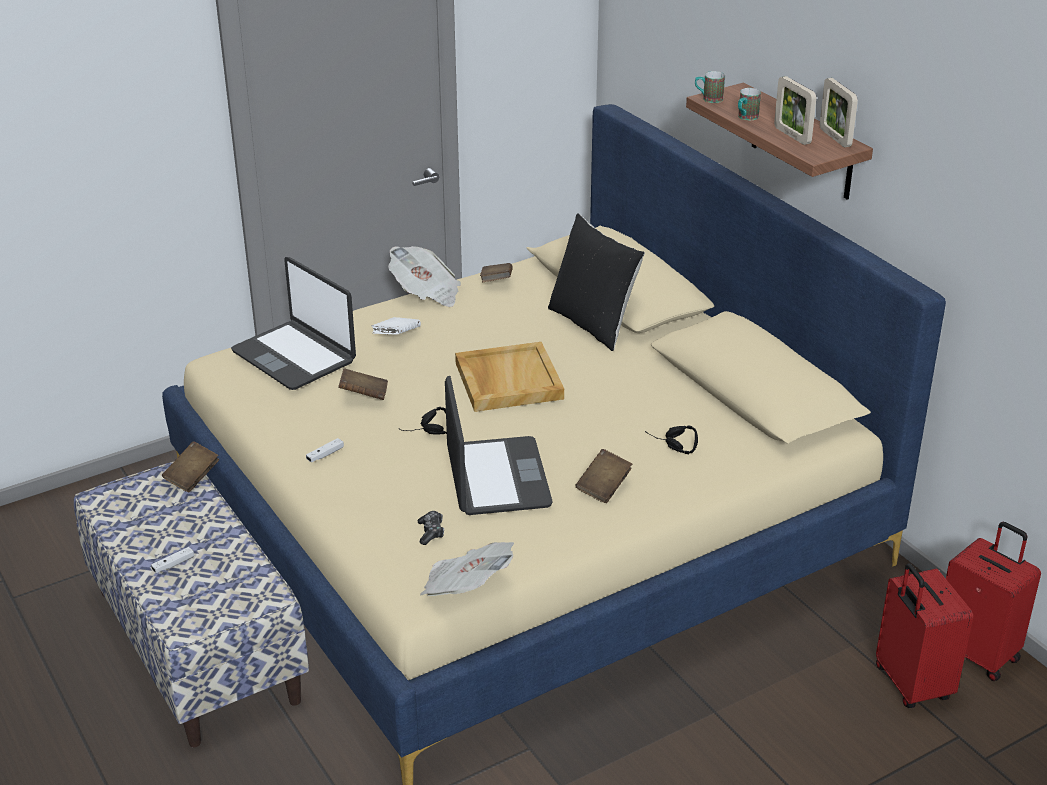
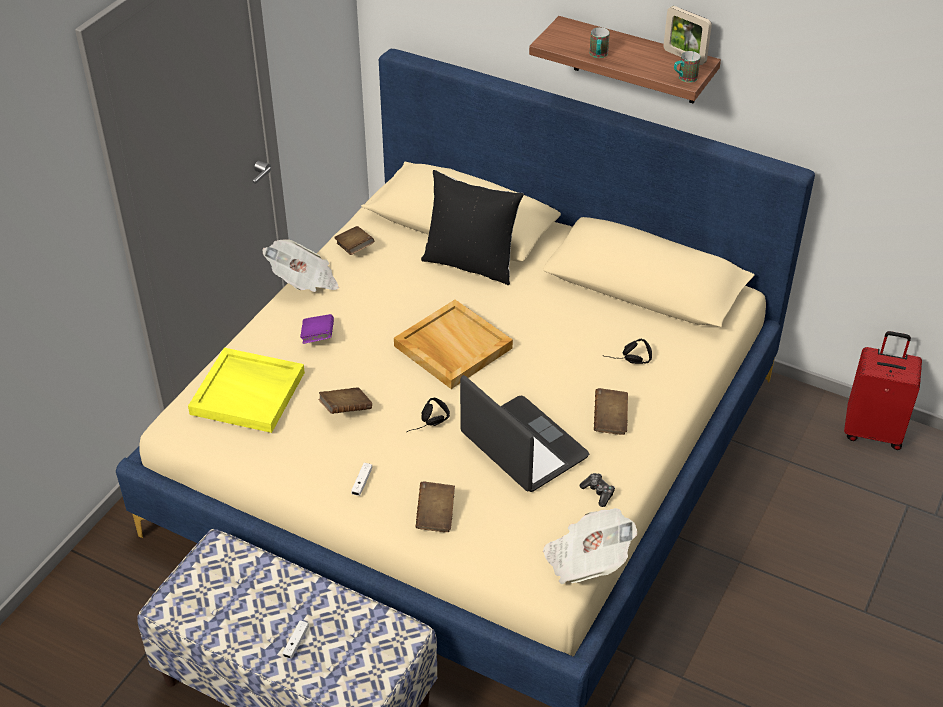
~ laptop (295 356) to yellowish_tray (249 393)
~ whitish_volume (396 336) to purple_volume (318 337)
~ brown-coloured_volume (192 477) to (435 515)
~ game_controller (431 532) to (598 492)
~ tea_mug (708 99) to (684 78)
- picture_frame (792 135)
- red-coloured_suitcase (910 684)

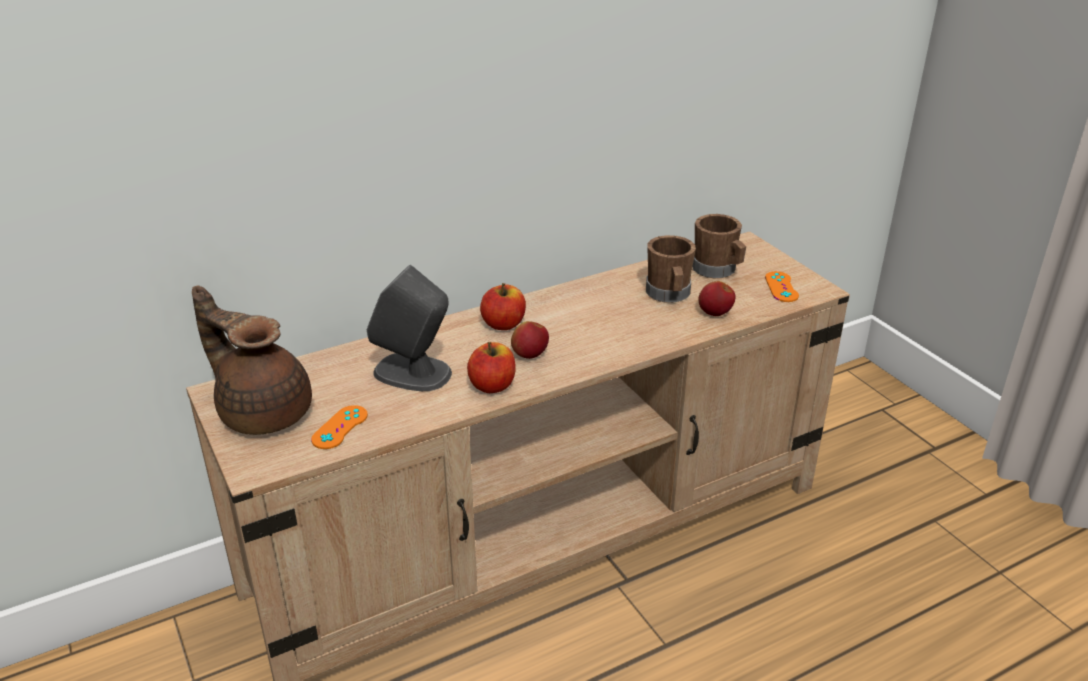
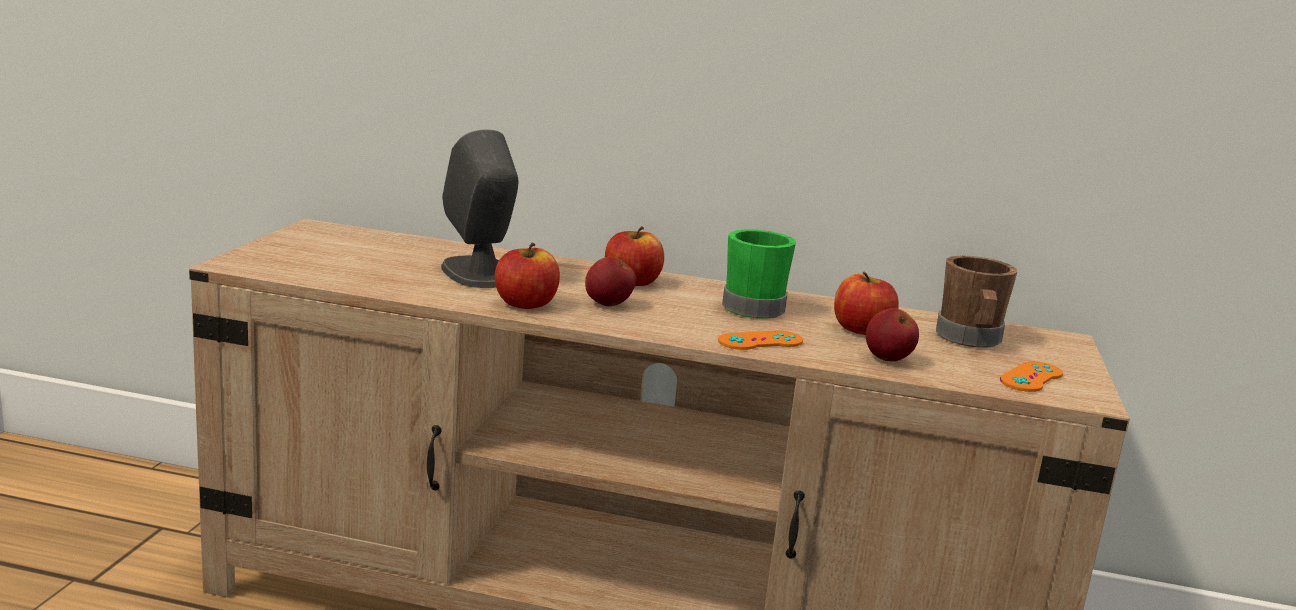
~ orange-coloured_game_controller (340 427) to (760 341)
+ greenish_tea_mug (752 306)
~ brown-coloured_tea_mug (669 294) to apple (862 330)
- brown-coloured_teapot (263 411)

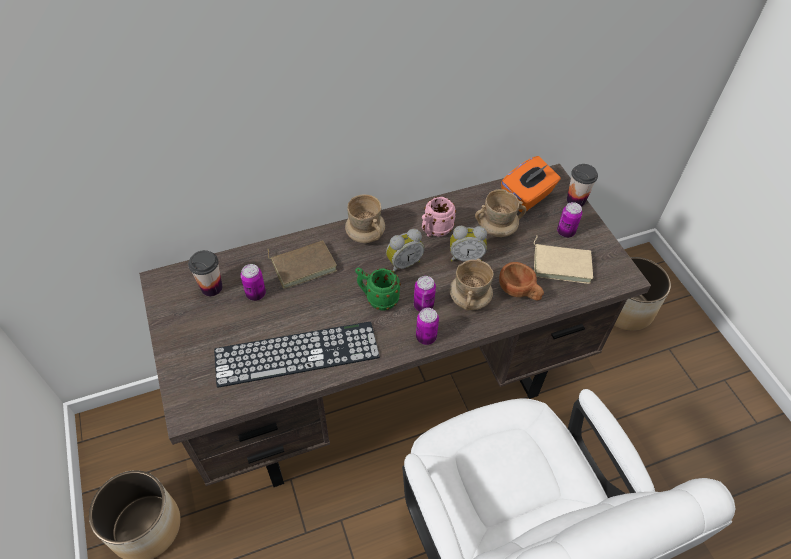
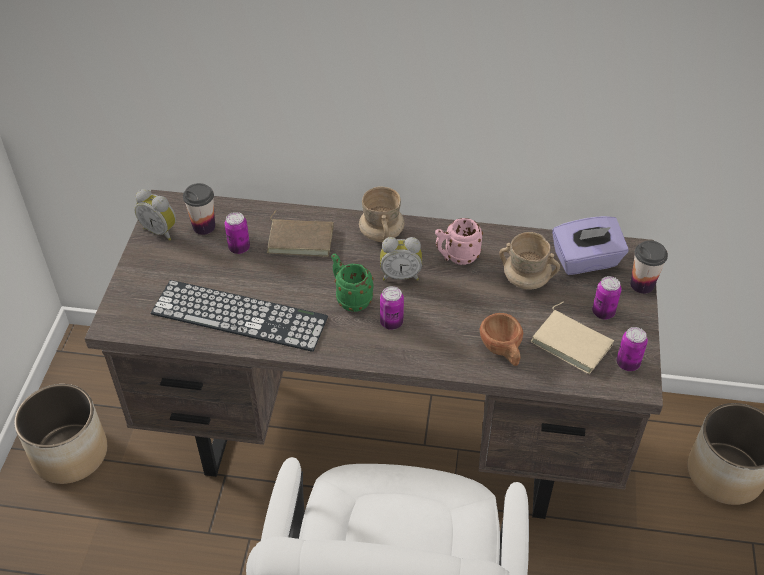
~ bedside_clock (465 257) to (161 230)
~ orange-coloured_tissue_holder (527 197) to purple_tissue_holder (586 261)
~ metal_can (426 337) to (627 363)
- sand-coloured_tea_mug (469 299)

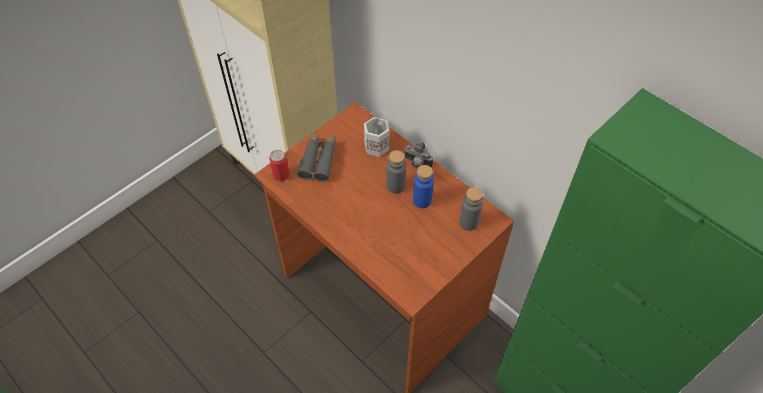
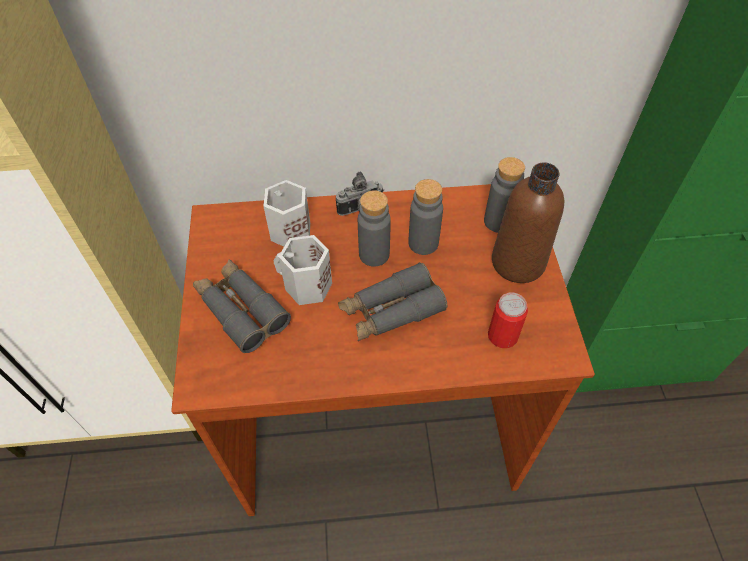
+ whitish_tea_mug (306 287)
+ grey_pair_of_binoculars (391 311)
~ blue-coloured_drink_bottle (422 200) to grey_drink_bottle (423 243)
~ metal_can (281 175) to (502 336)
+ brown-coloured_drink_bottle (518 262)

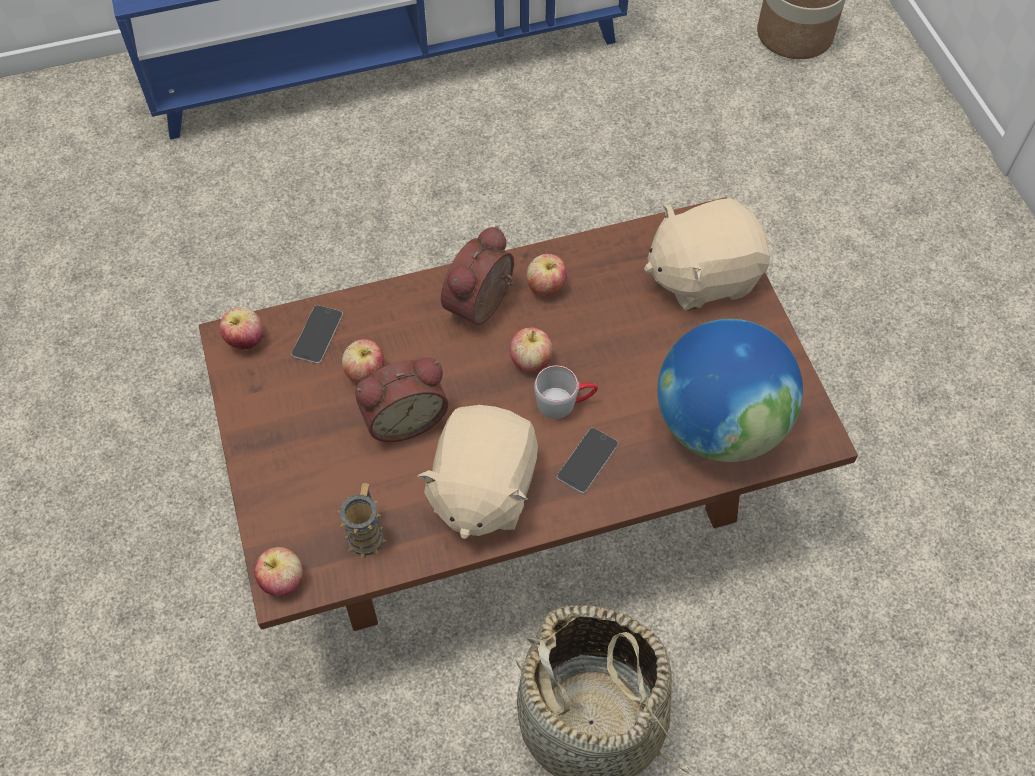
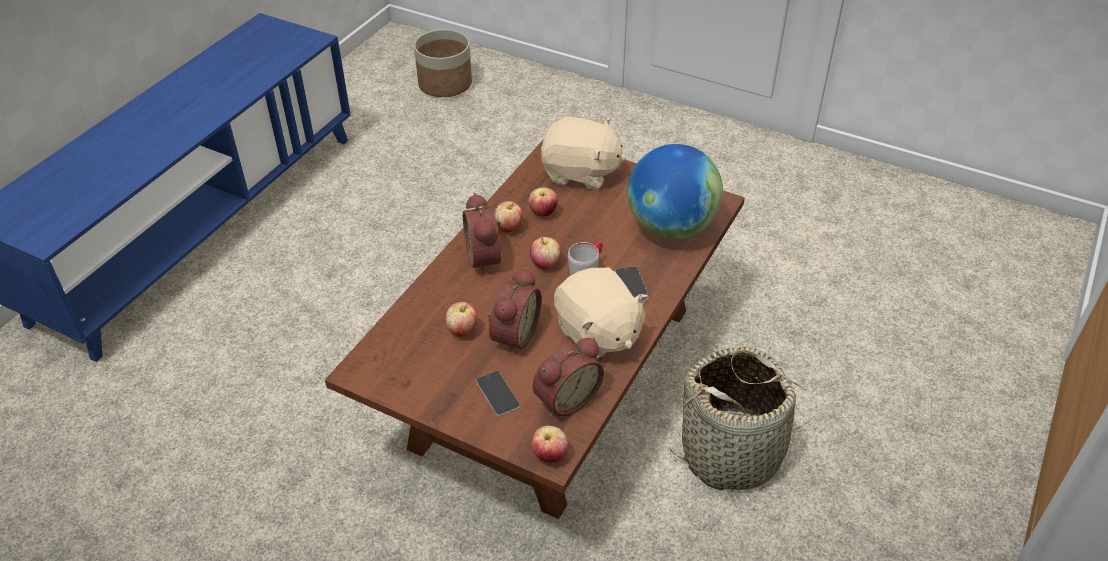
~ handset (317 334) to (497 393)
~ apple (245 340) to (543 213)
~ tea_mug (367 533) to bedside_clock (565 398)
~ sand-coloured_soft_toy (702 275) = (580 173) 105 degrees counterclockwise

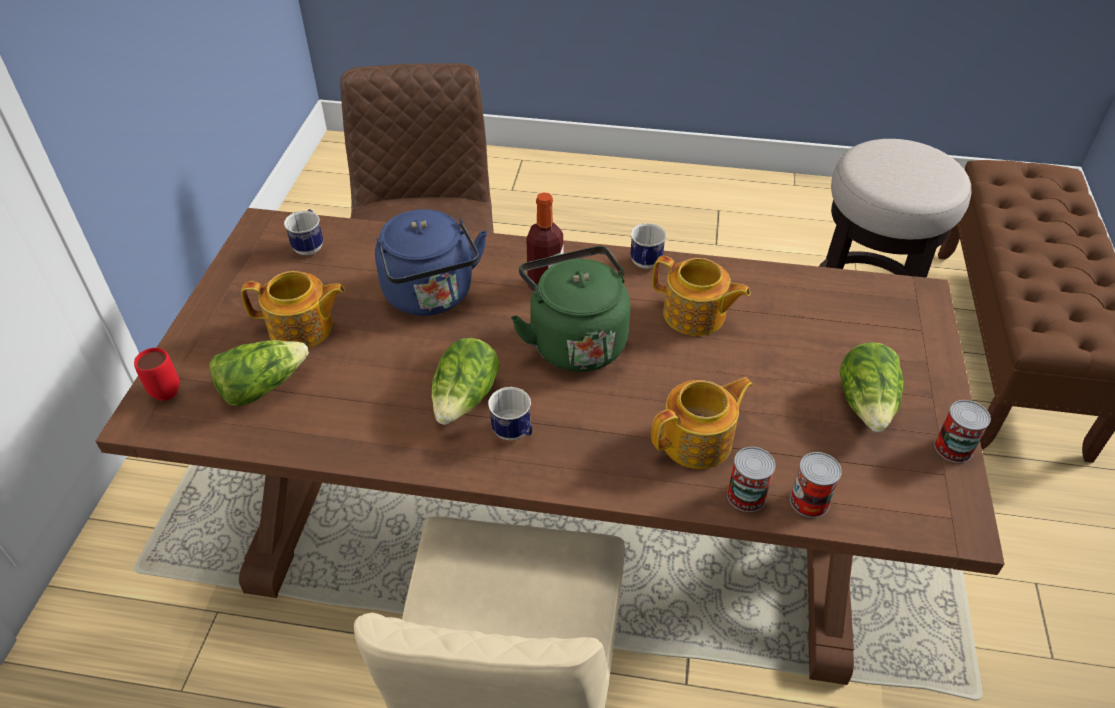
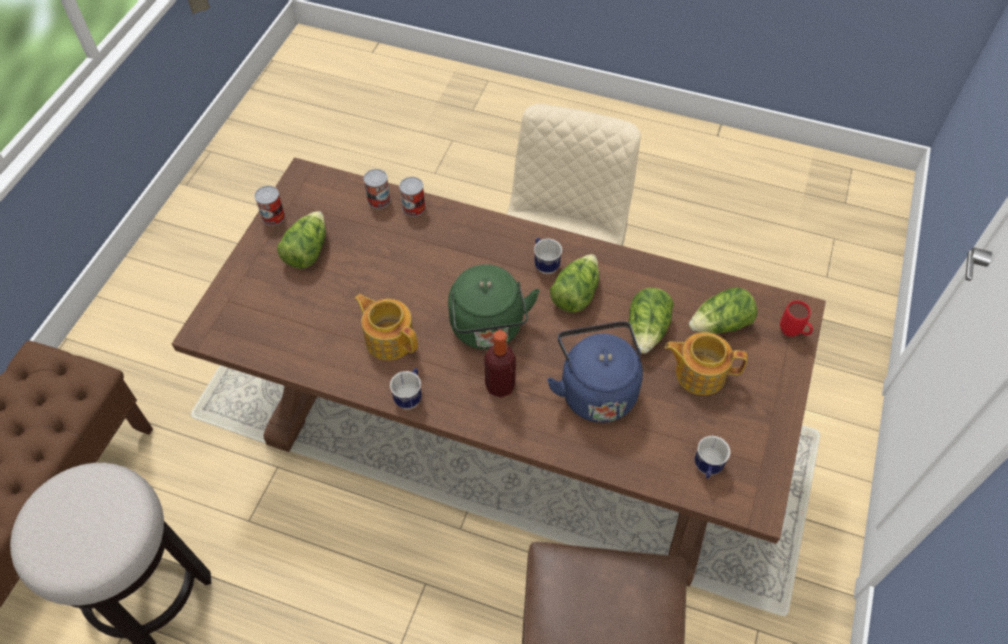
+ head_of_lettuce (647 330)
- teapot (698 441)

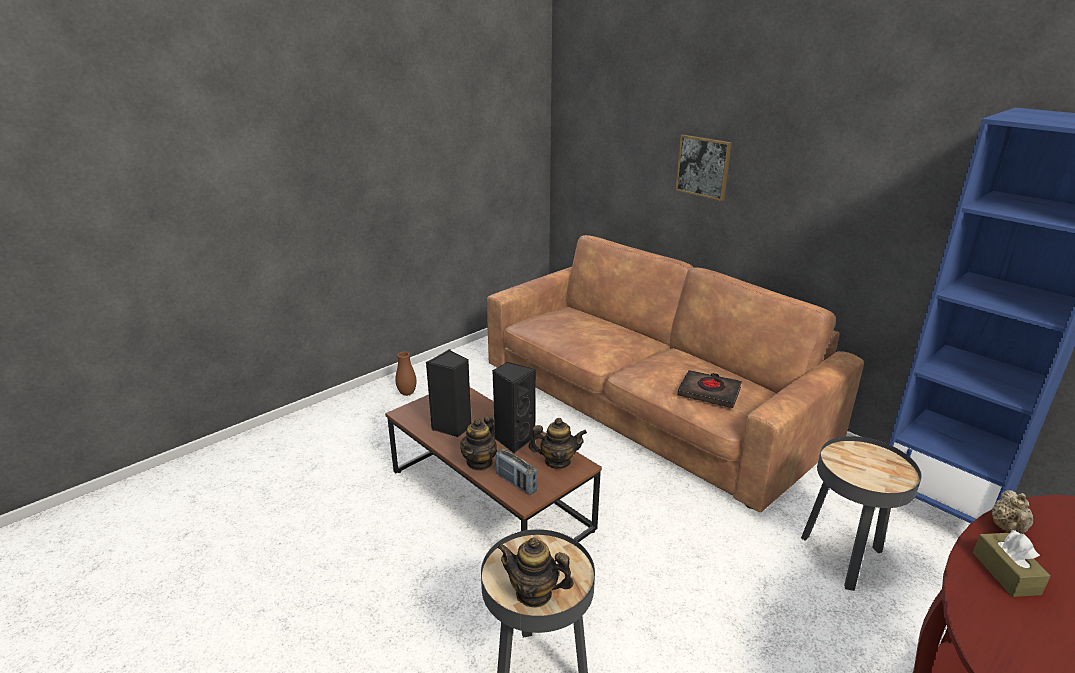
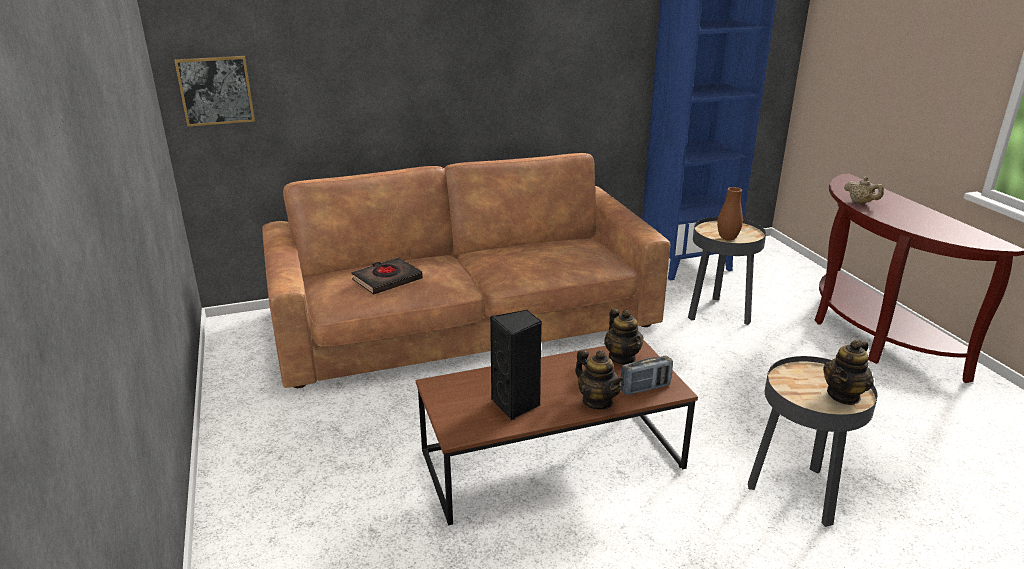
~ wall_picture (703 167) to (216 90)
~ black_volume (709 393) to (387 280)
~ teapot (557 461) = (622 358) 135 degrees clockwise
~ brown-coloured_decorative_vase (407 393) to (727 238)
- black_audio_speaker (513 440)
- brown-coloured_tissue_holder (1005 573)

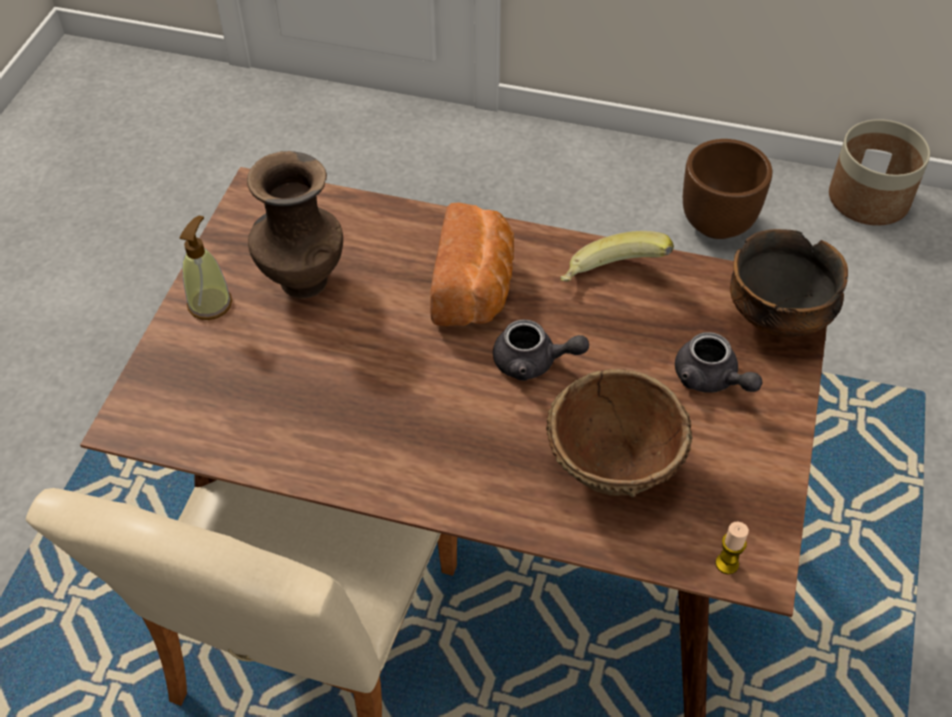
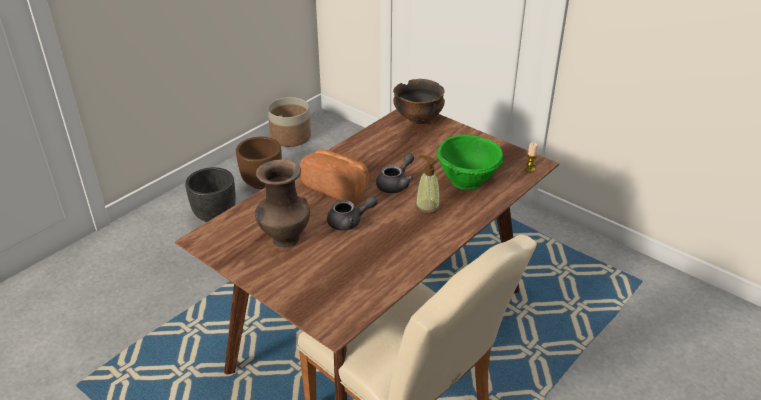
+ black_flower_pot (215 216)
~ grey_teapot (711 379) to (350 222)
~ soap_dispenser (210 303) to (427 206)
~ brown-coloured_bowl (613 468) to greenish_bowl (468 181)
- whole_banana (612 279)

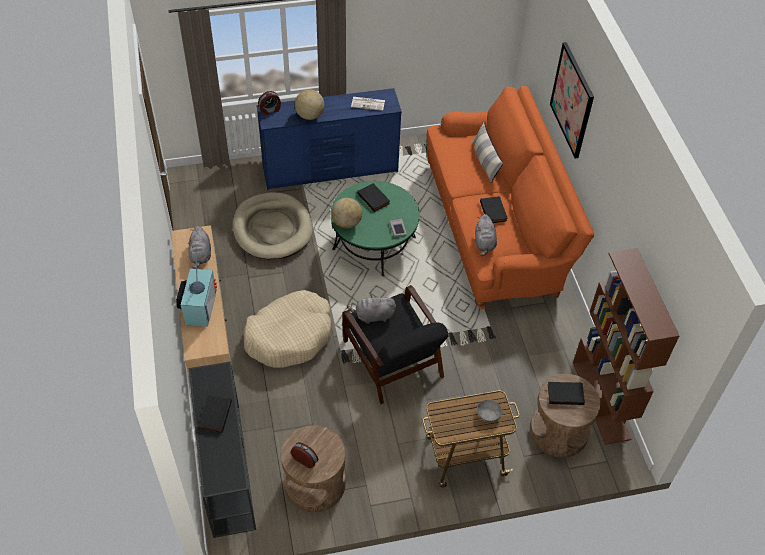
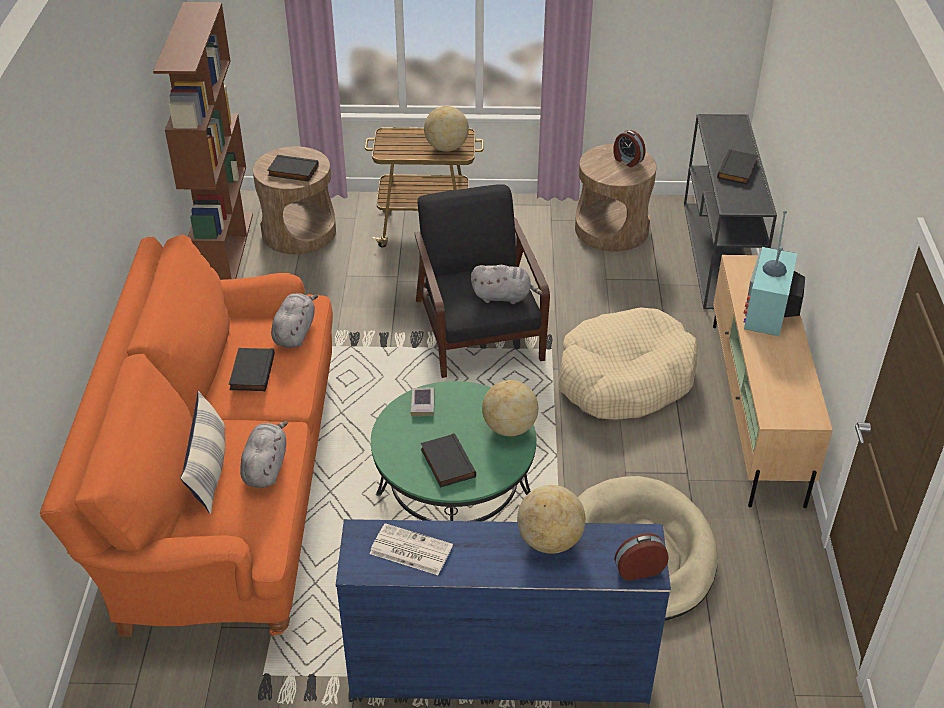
~ grey_soft_toy (200 255) to (266 467)
+ desk_globe (446 148)
- grey_bowl (488 415)
- wall_picture (572 100)

